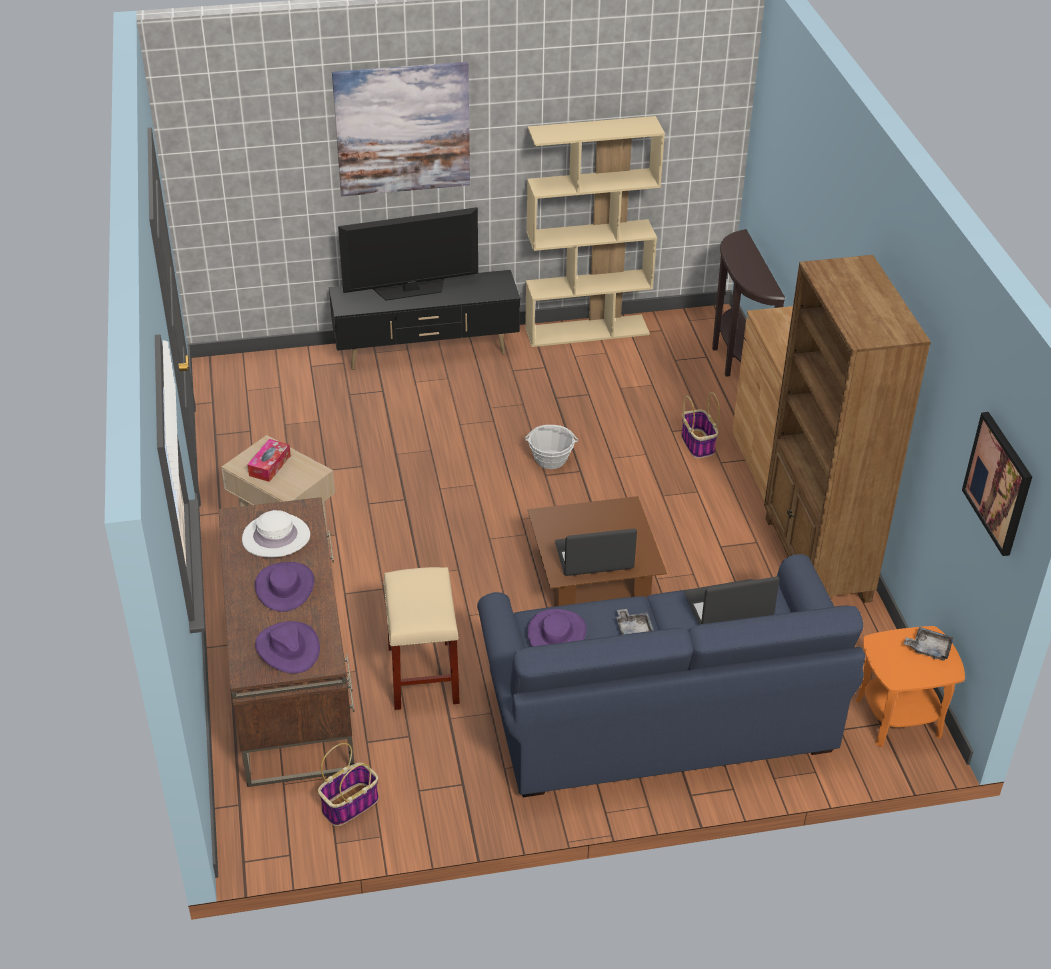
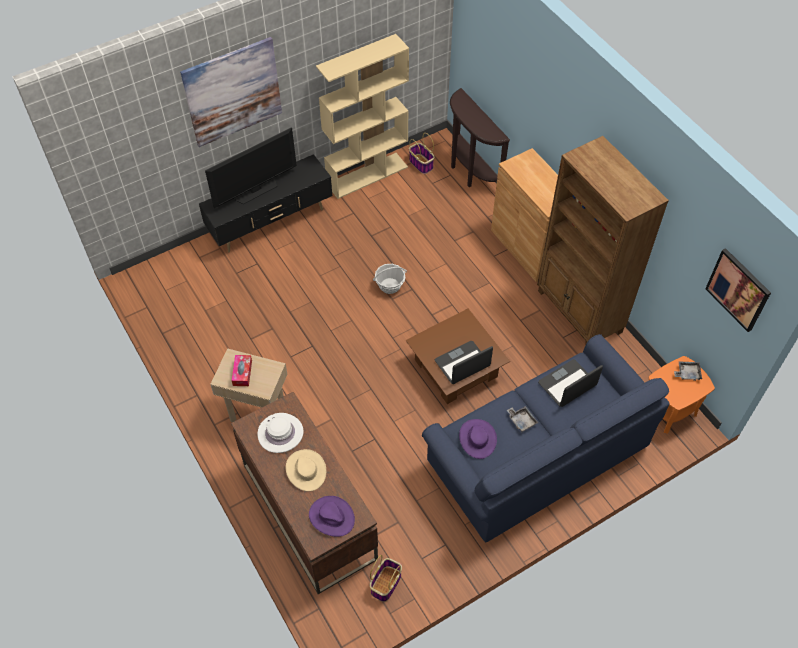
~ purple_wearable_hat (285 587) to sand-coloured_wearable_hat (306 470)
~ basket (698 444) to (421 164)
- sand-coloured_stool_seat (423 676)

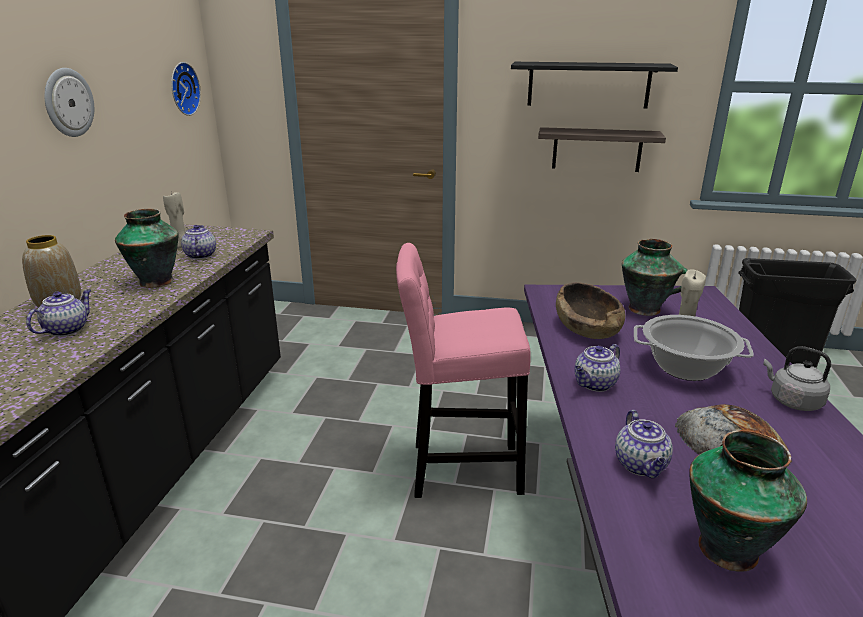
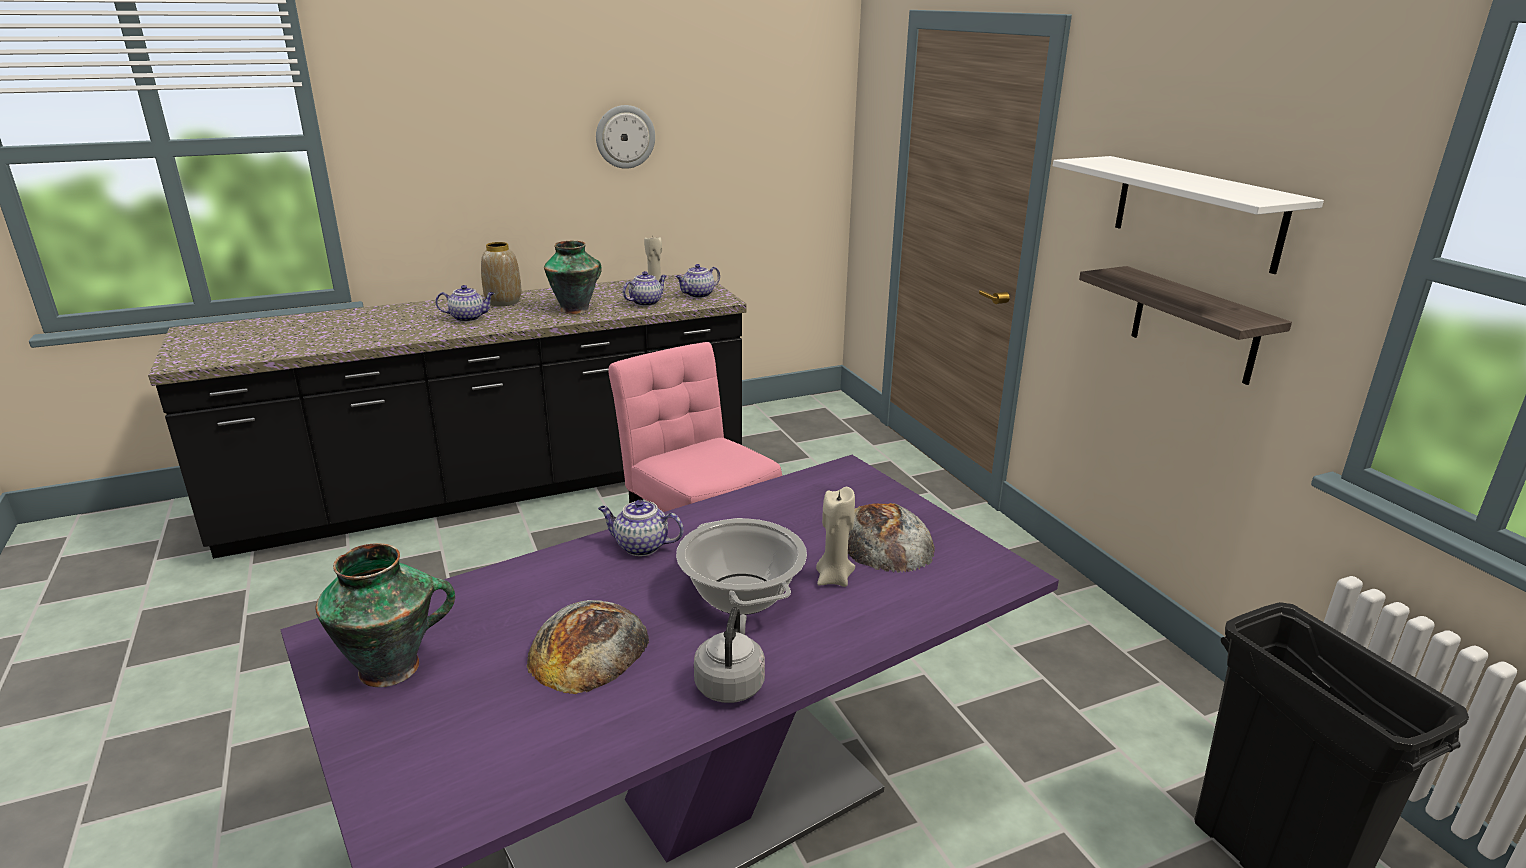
~ teapot (641 466) to (698 295)
~ decorative_vase (646 309) to bakery_bread (885 541)
~ black_bracket_shelf (588 85) to whitish_bracket_shelf (1196 212)
- hanging_clock (182 89)
- brown-coloured_bowl (587 329)

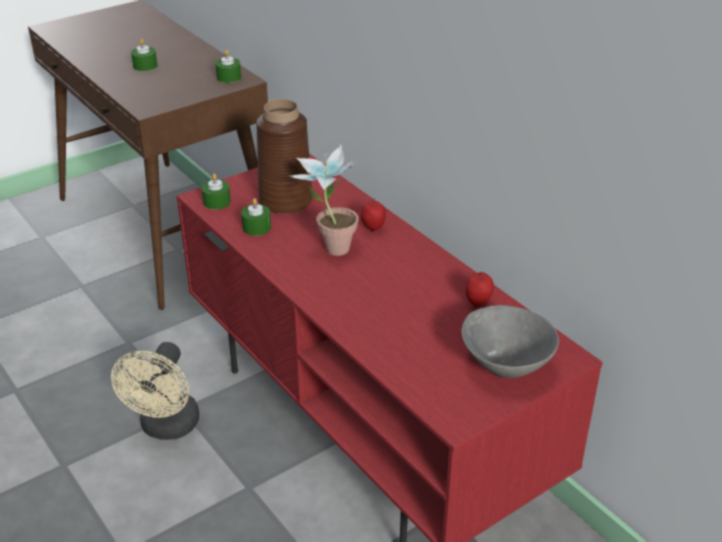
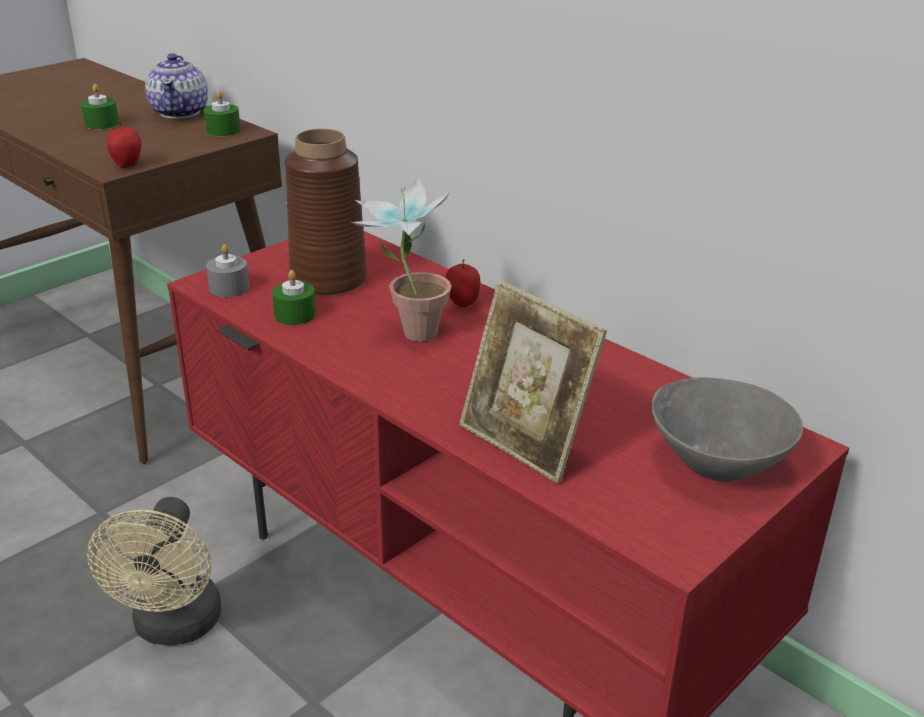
~ apple (478 302) to (127 165)
+ teapot (180 112)
~ greenish_wax_light (217 202) to grey_wax_light (229 287)
+ picture_frame (525 444)

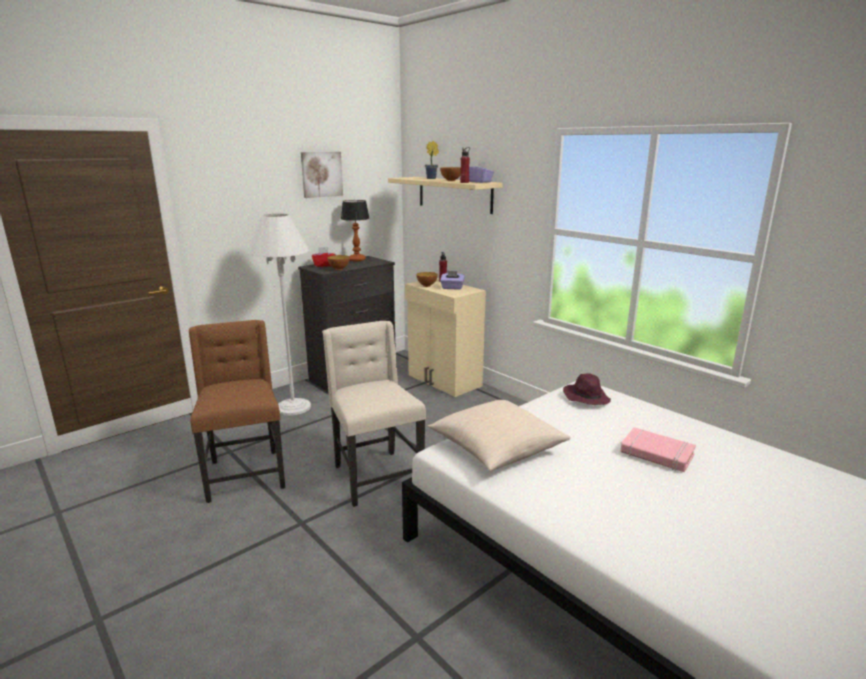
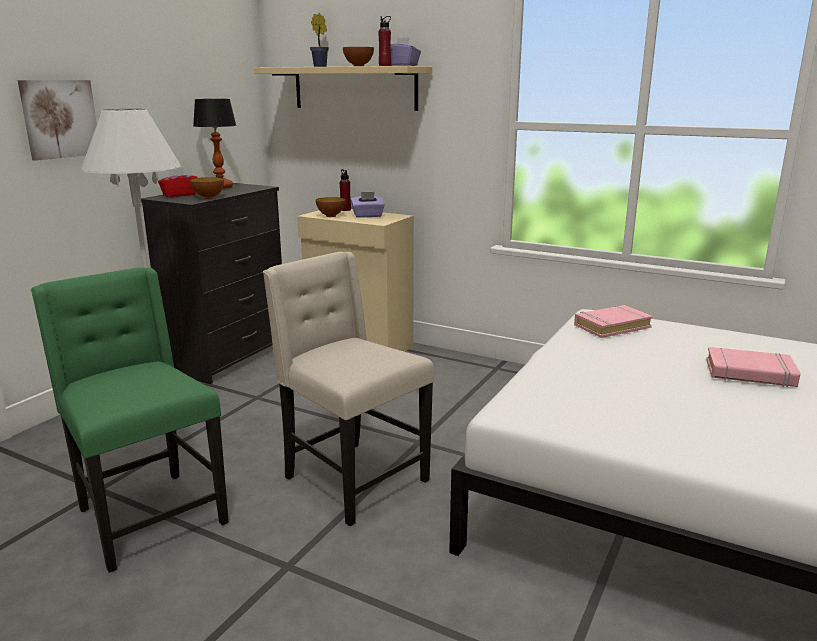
~ wall_picture (321 174) to (59 119)
~ brown-coloured_upright_chair (245 474) to greenish_upright_chair (148 516)
~ purple_wearable_hat (586 397) to pink_volume (611 326)
- sand-coloured_throw_pillow (497 448)

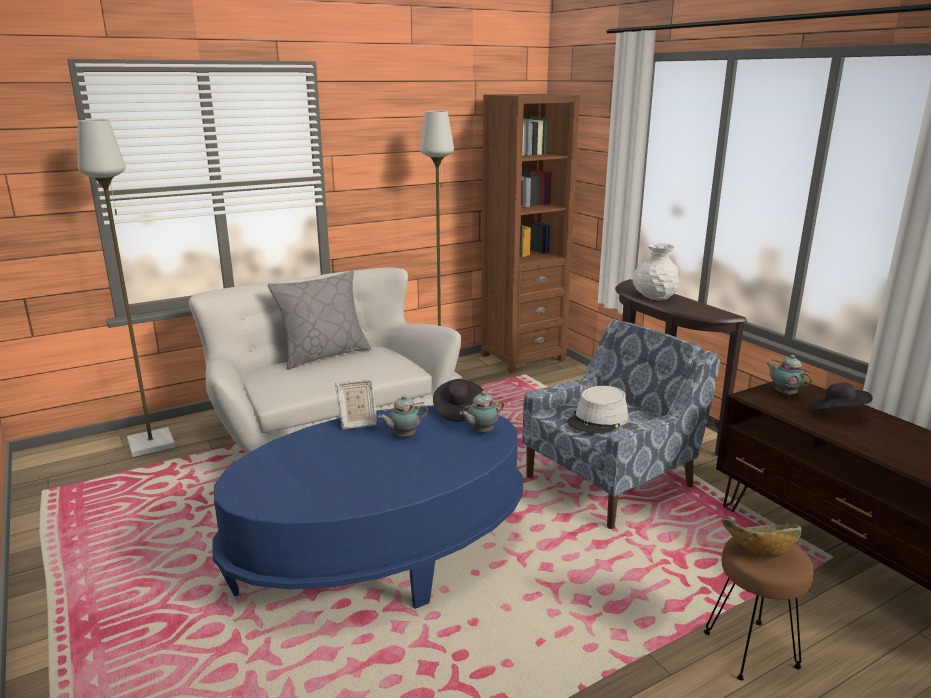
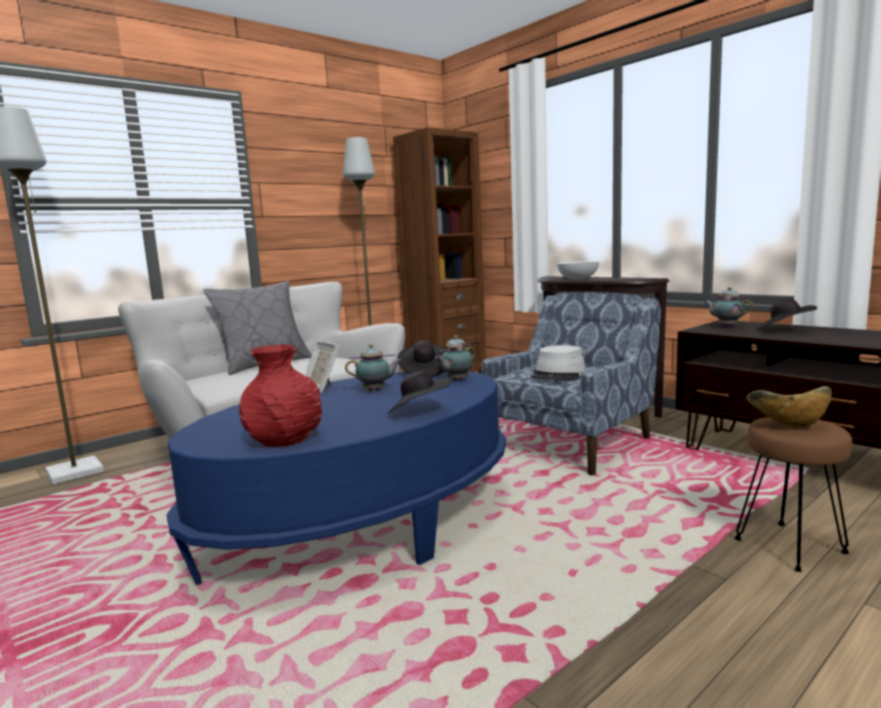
+ red-coloured_decorative_vase (286 439)
~ picture_frame (357 423) = (321 388) 75 degrees clockwise
~ teapot (403 436) = (376 390) 150 degrees counterclockwise
+ black_wearable_hat (418 412)
~ whitish_decorative_vase (654 297) to whitish_bowl (577 278)

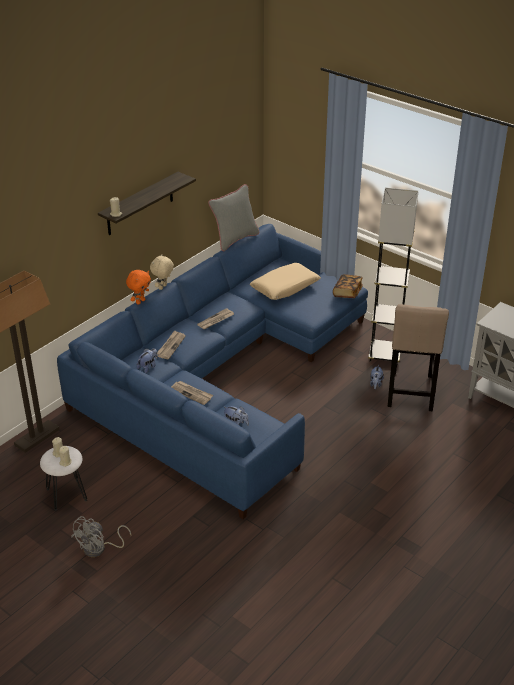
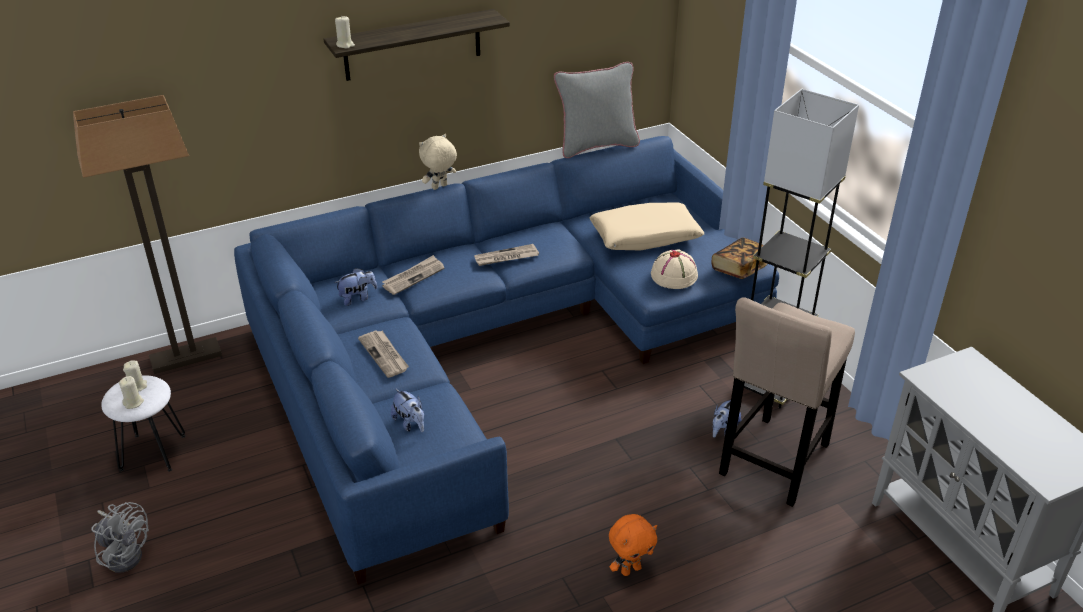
~ grey_electric_fan (99 549) = (125 553) 120 degrees counterclockwise
~ orange-coloured_soft_toy (140 301) to (630 569)
+ sand-coloured_wearable_hat (674 275)

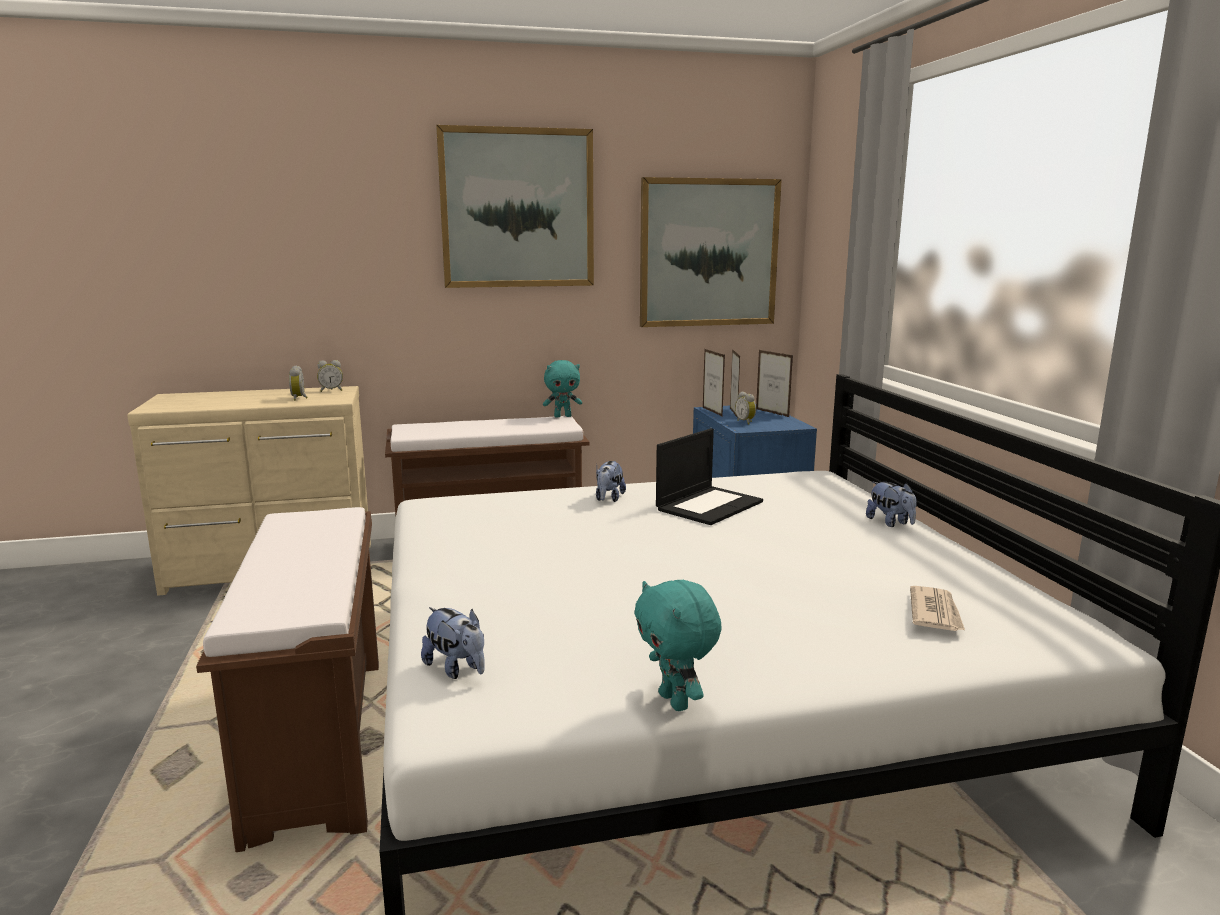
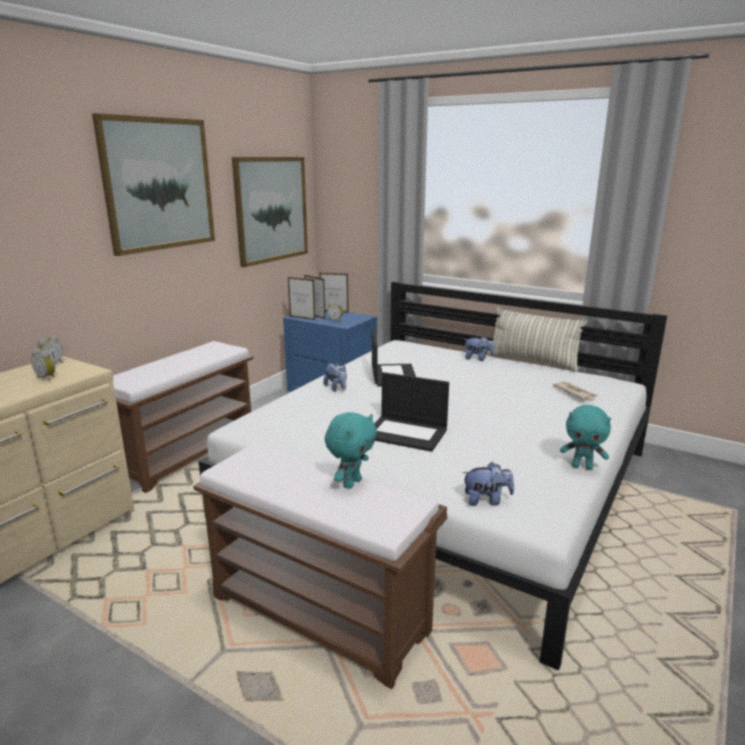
~ turquoise_soft_toy (563 416) to (351 483)
+ laptop (406 433)
+ throw_pillow (532 361)

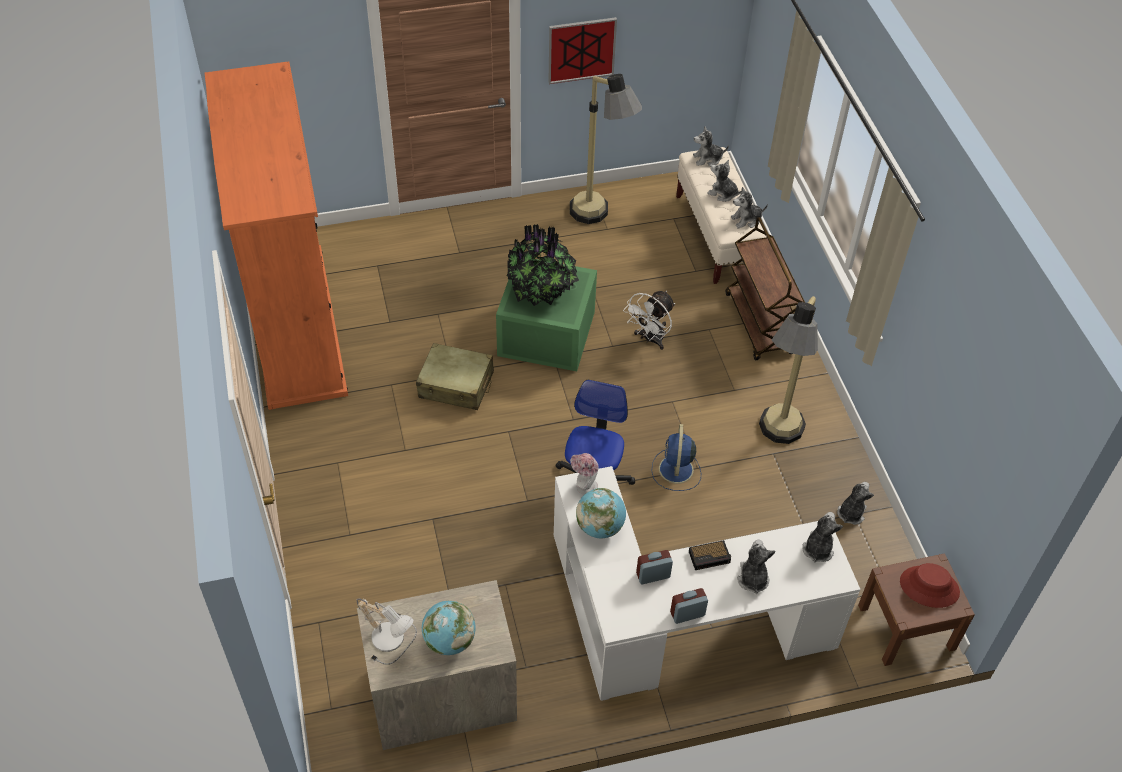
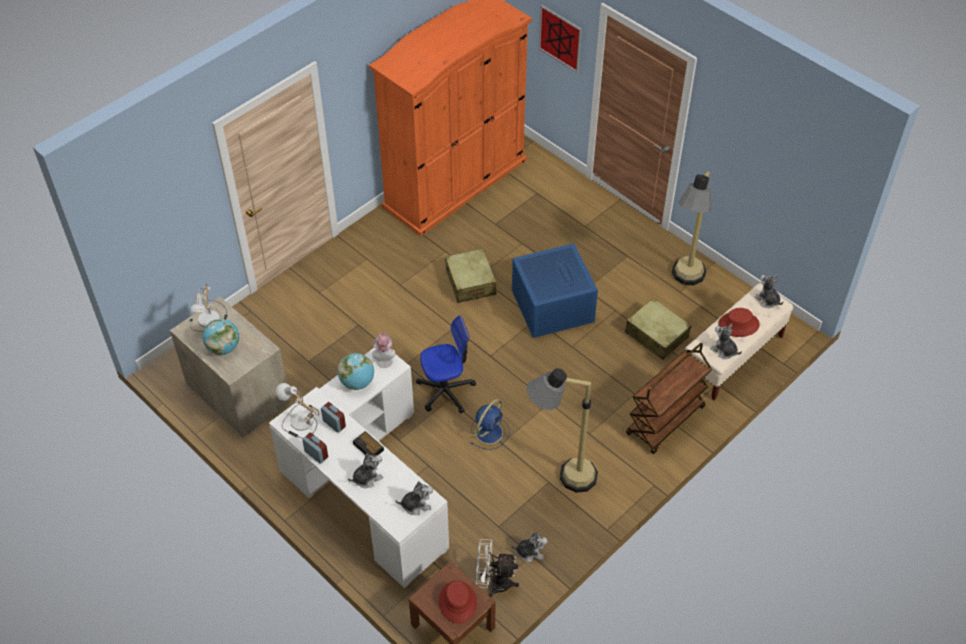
+ table_lamp (299 422)
~ blue-coloured_electric_fan (676 470) = (490 431) 150 degrees clockwise
~ whitish_electric_fan (650 339) to (494 583)
~ greenish_storage_bin (545 334) to blue-coloured_storage_bin (551 305)
~ wall_picture (581 50) to (560 38)
+ sand-coloured_suitcase (656 335)
~ soft_toy (723 193) to red-coloured_wearable_hat (738 325)
- plant_in_a_pot (542 290)

